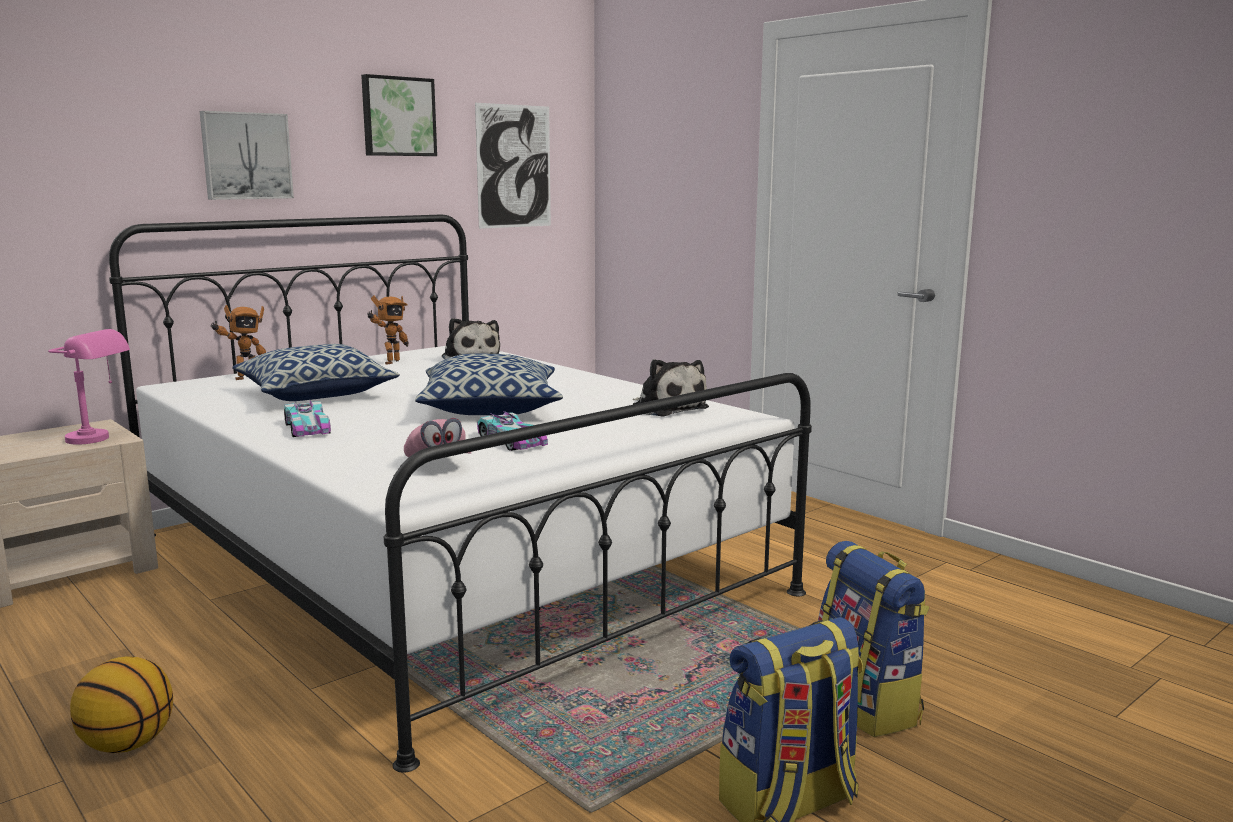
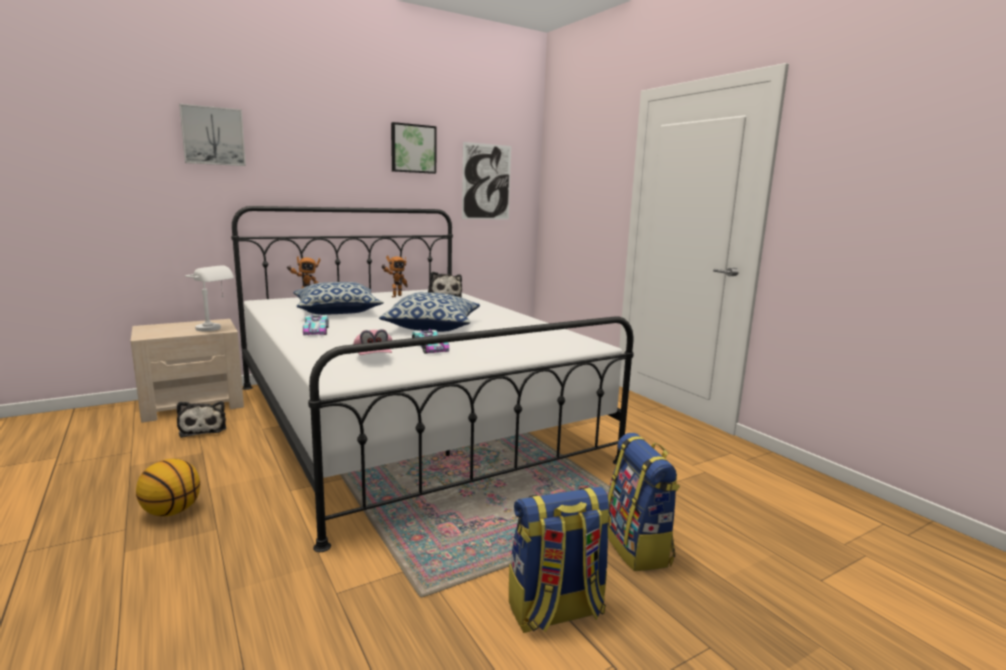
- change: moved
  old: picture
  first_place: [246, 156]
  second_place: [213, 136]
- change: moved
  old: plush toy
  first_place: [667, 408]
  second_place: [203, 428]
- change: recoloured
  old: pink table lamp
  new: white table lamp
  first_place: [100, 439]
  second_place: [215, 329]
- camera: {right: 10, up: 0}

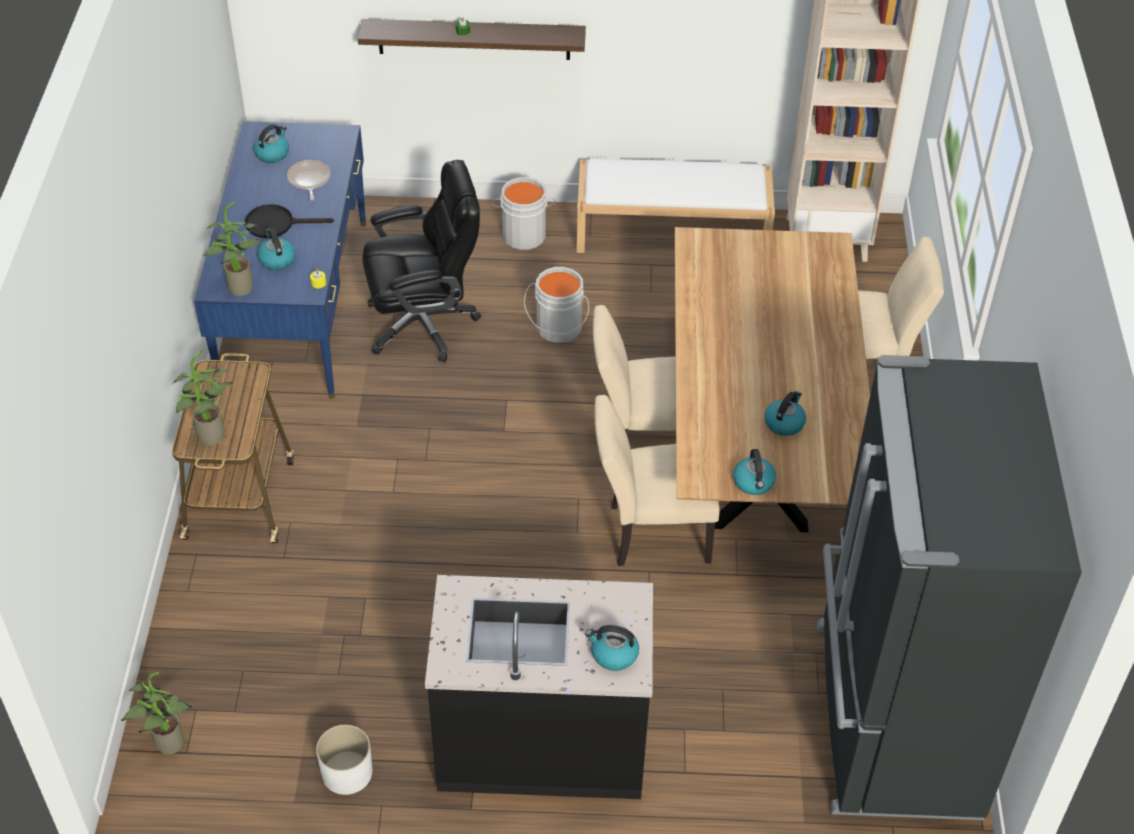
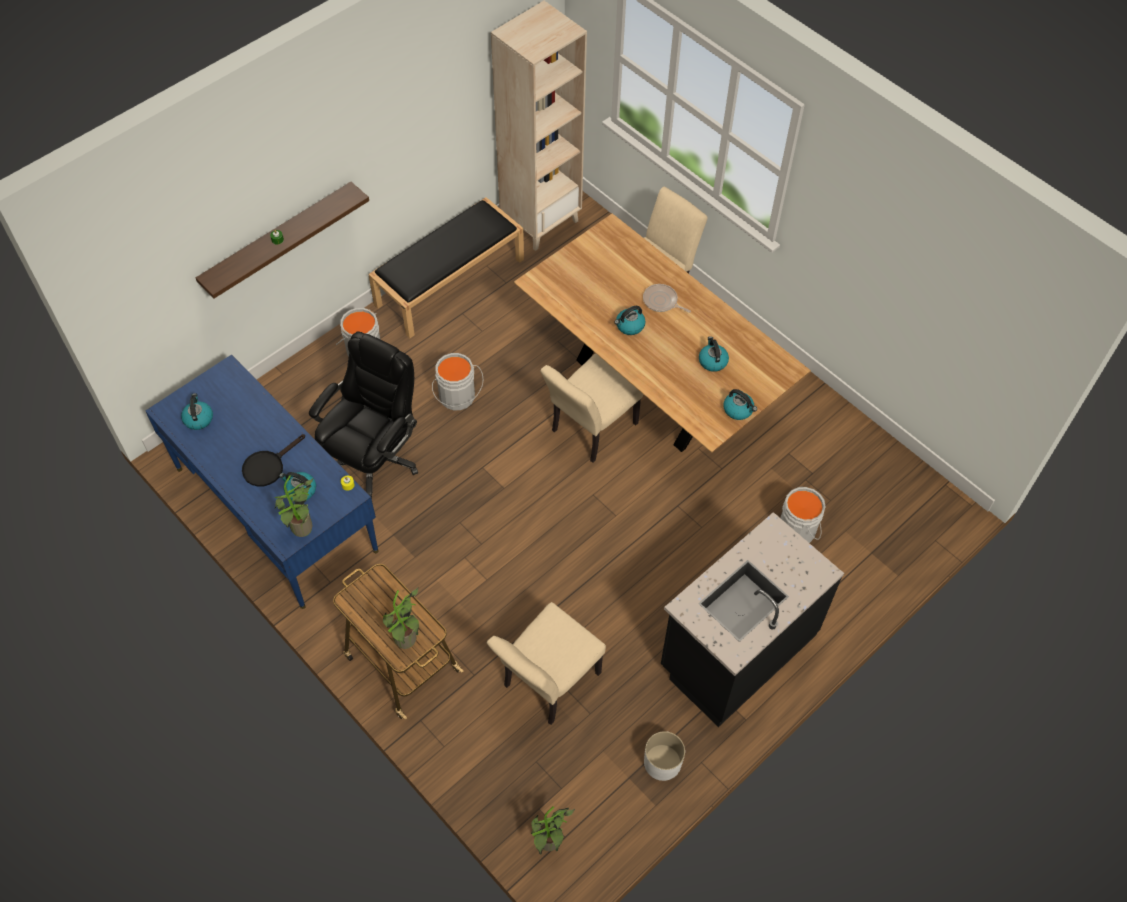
- change: removed
  old: black fridge
  first_place: [892, 719]
- change: added
  new: grey bucket
  second_place: [799, 529]
- change: moved
  old: frying pan
  first_place: [309, 180]
  second_place: [661, 301]
- change: moved
  old: kettle
  first_place: [613, 654]
  second_place: [629, 326]
- change: moved
  old: beige chair
  first_place: [650, 533]
  second_place: [546, 684]
- change: recoloured
  old: white bench
  new: black bench
  first_place: [673, 231]
  second_place: [450, 281]
- camera: {right: -45, up: 10}

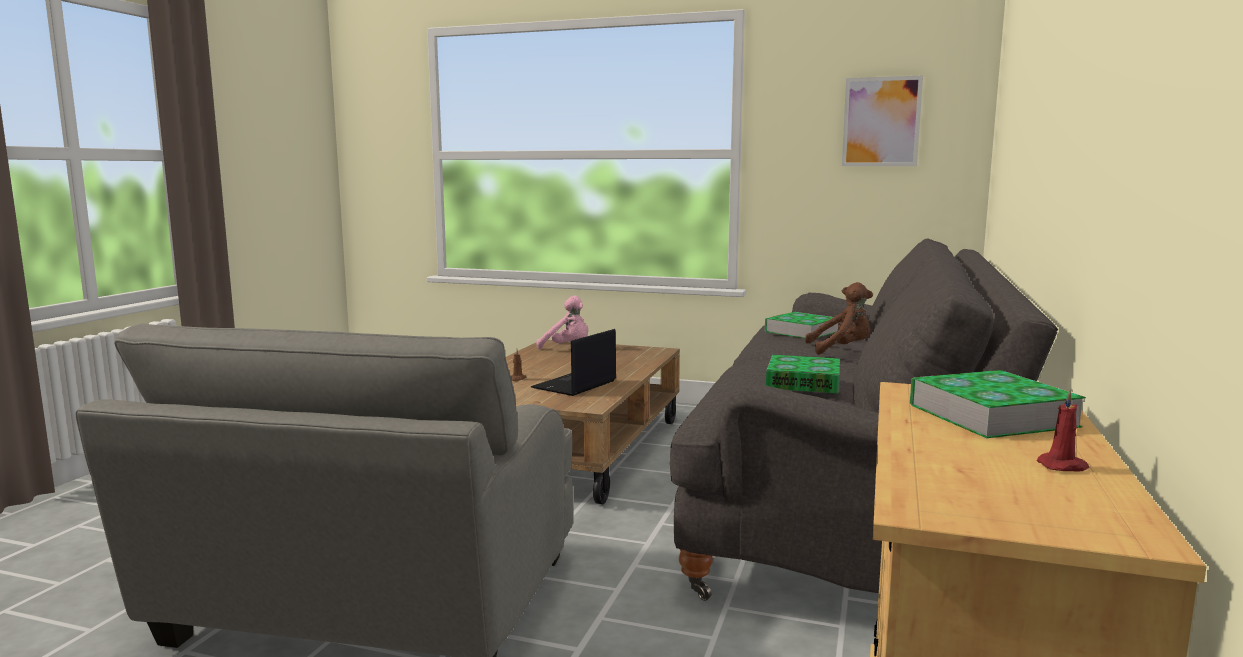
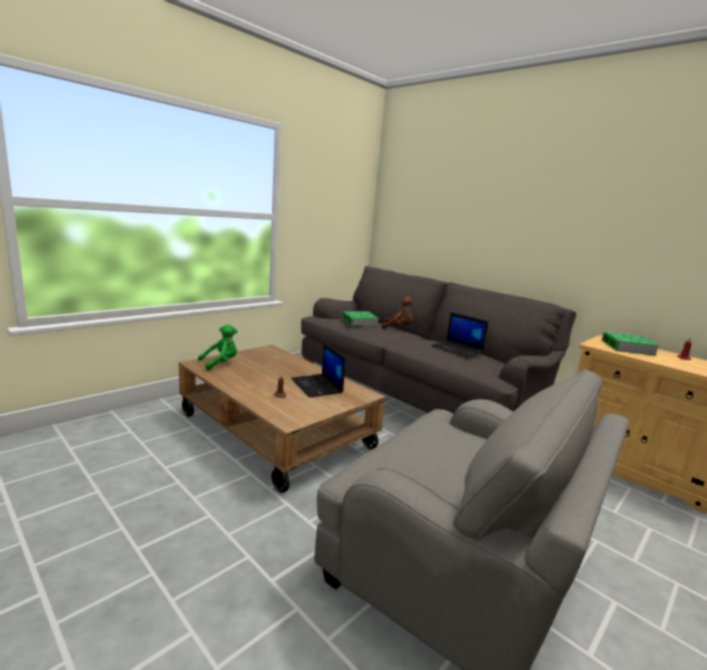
- change: removed
  old: picture
  first_place: [881, 122]
- change: replaced
  old: book
  new: laptop
  first_place: [803, 382]
  second_place: [458, 349]
- change: recoloured
  old: pink plush toy
  new: green plush toy
  first_place: [567, 348]
  second_place: [221, 363]
- change: turned
  old: brown plush toy
  first_place: [841, 349]
  second_place: [398, 328]
  degrees: 75
- camera: {right: -65, up: 5}

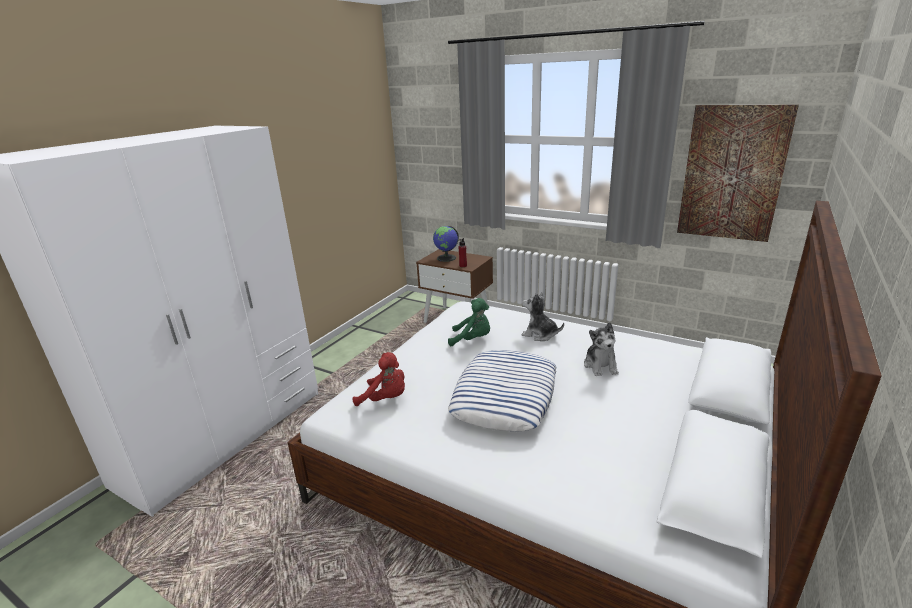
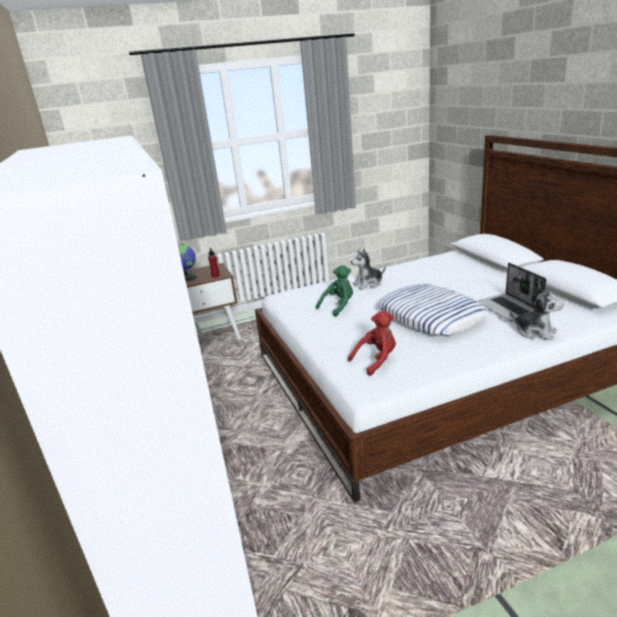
- change: removed
  old: picture
  first_place: [732, 173]
- change: added
  new: laptop
  second_place: [509, 309]
- change: moved
  old: plush toy
  first_place: [600, 366]
  second_place: [535, 332]
- camera: {right: -50, up: 0}

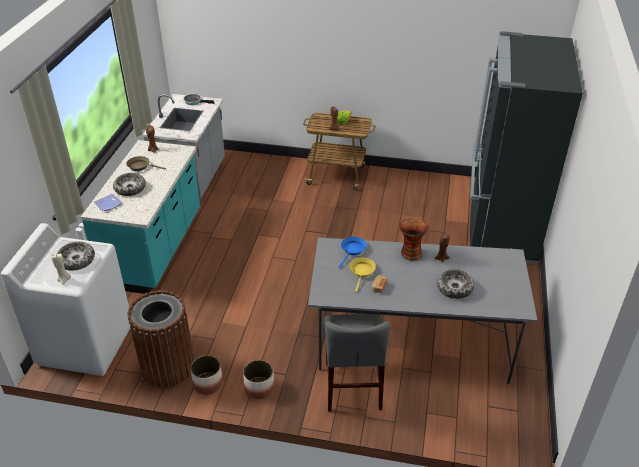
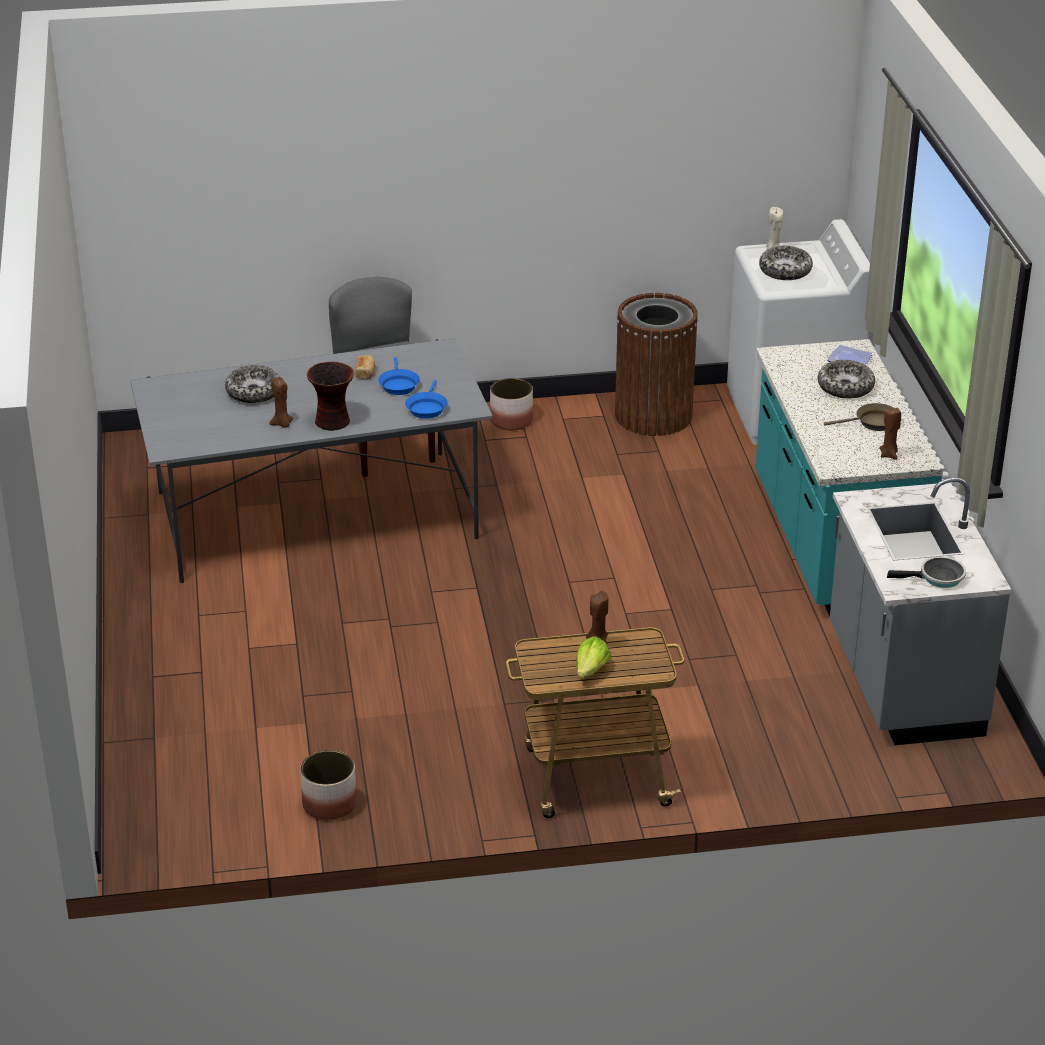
- change: removed
  old: black fridge
  first_place: [499, 227]
- change: moved
  old: planter
  first_place: [208, 383]
  second_place: [329, 803]
- change: recoloured
  old: yellow frying pan
  new: blue frying pan
  first_place: [362, 272]
  second_place: [398, 385]
- camera: {right: 160, up: -5}

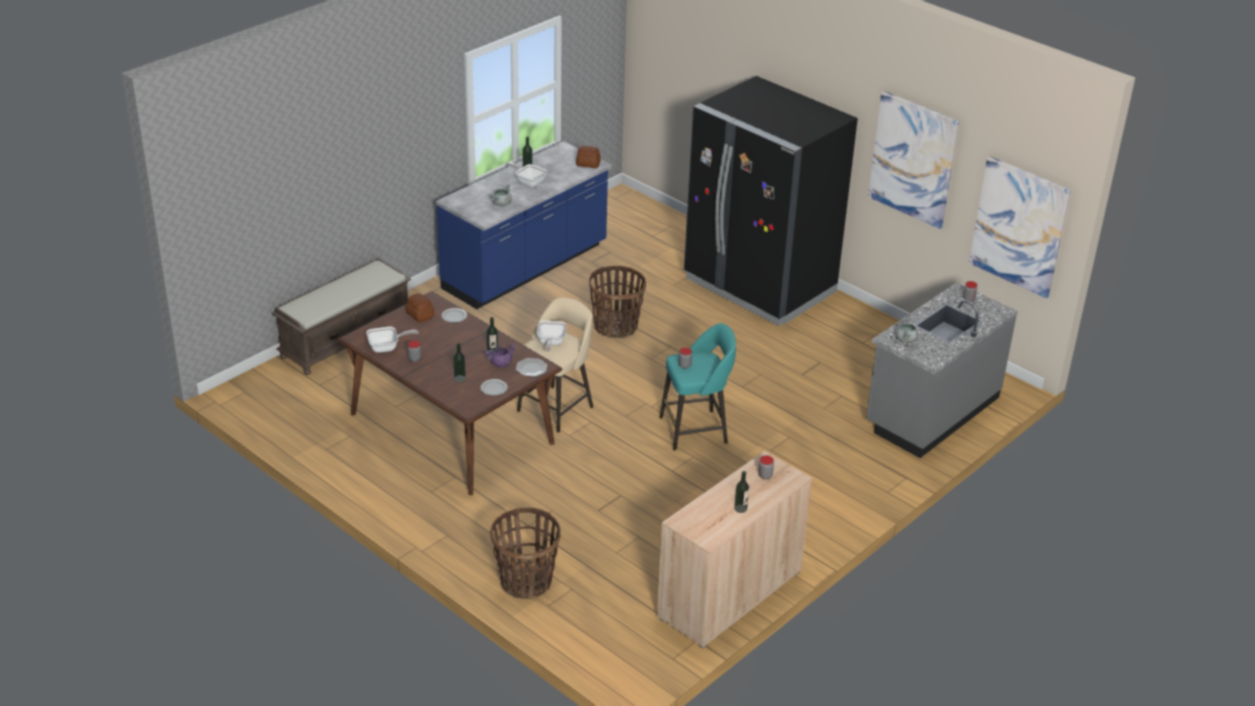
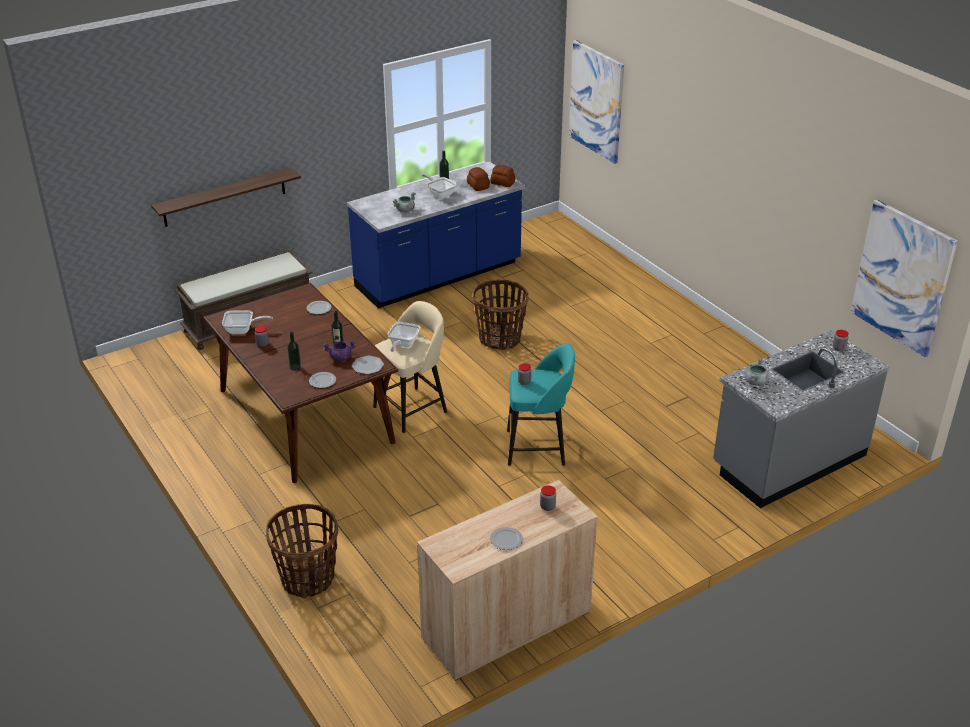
- change: removed
  old: black fridge
  first_place: [759, 286]
- change: added
  new: shelf
  second_place: [224, 197]
- change: moved
  old: bread
  first_place: [420, 315]
  second_place: [478, 186]
- change: moved
  old: picture
  first_place: [913, 159]
  second_place: [596, 101]
- change: replaced
  old: bottle
  new: plate
  first_place: [740, 509]
  second_place: [506, 539]
- camera: {right: 15, up: 0}

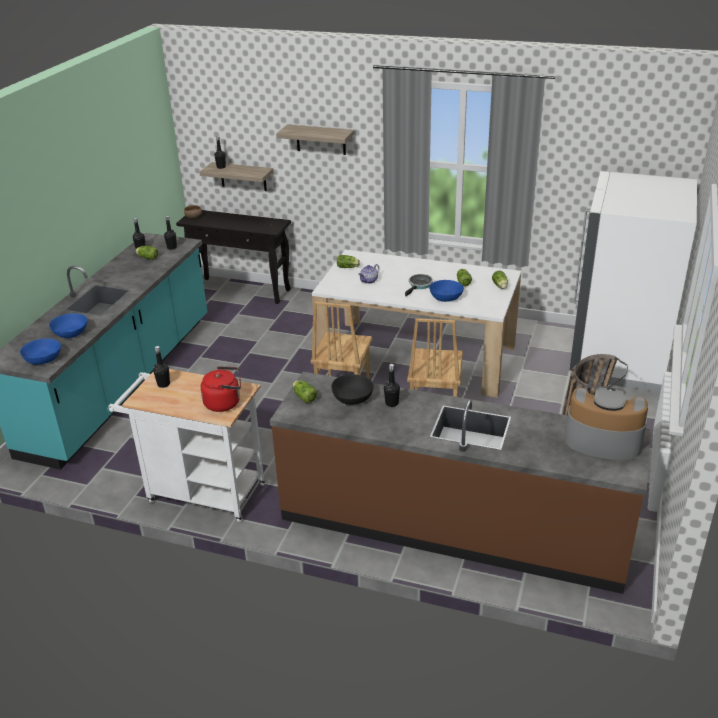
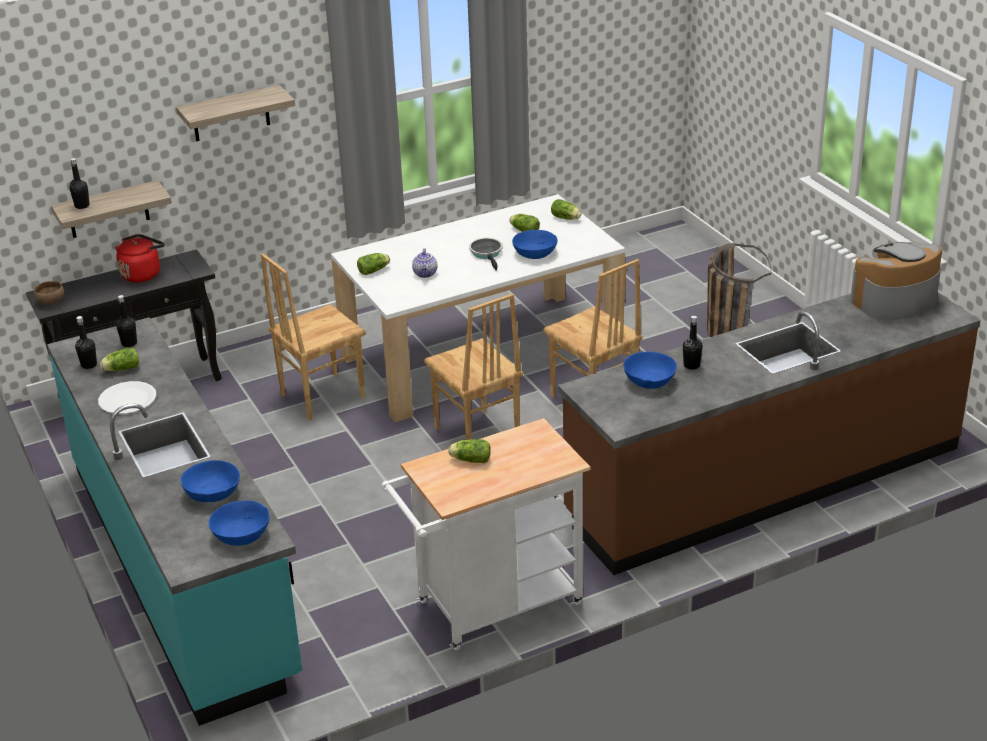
- change: removed
  old: black bottle
  first_place: [163, 384]
- change: removed
  old: white fridge
  first_place: [618, 358]
- change: added
  new: white plate
  second_place: [127, 399]
- change: added
  new: brown chair
  second_place: [321, 396]
- change: moved
  old: red kettle
  first_place: [225, 403]
  second_place: [142, 274]
- change: moved
  old: lettuce
  first_place: [304, 396]
  second_place: [469, 460]
- change: recoloured
  old: black bowl
  new: blue bowl
  first_place: [353, 397]
  second_place: [650, 380]
- camera: {right: -45, up: 0}

